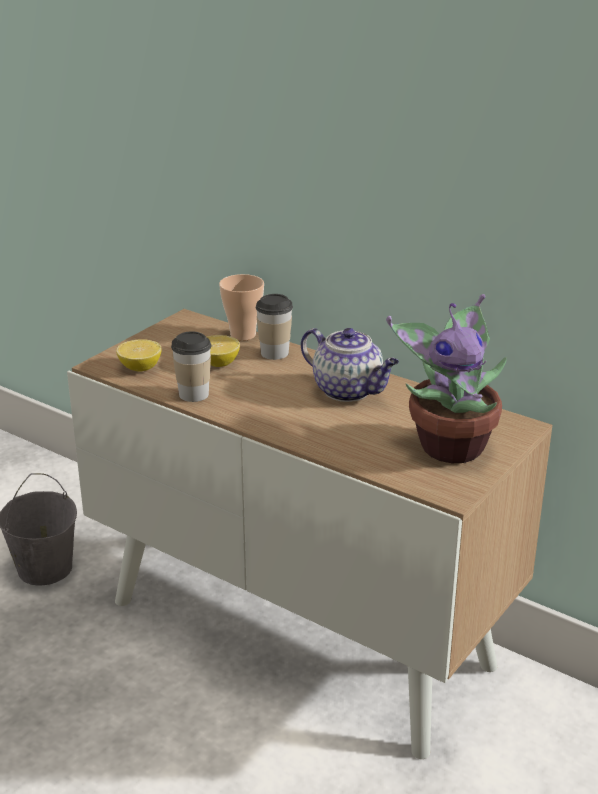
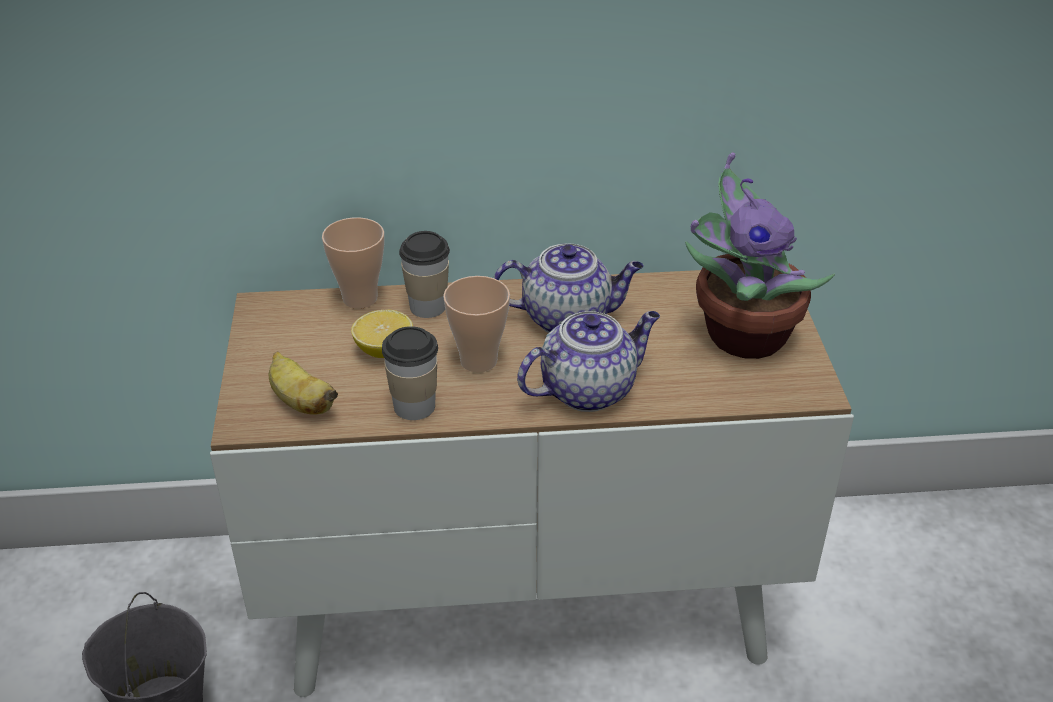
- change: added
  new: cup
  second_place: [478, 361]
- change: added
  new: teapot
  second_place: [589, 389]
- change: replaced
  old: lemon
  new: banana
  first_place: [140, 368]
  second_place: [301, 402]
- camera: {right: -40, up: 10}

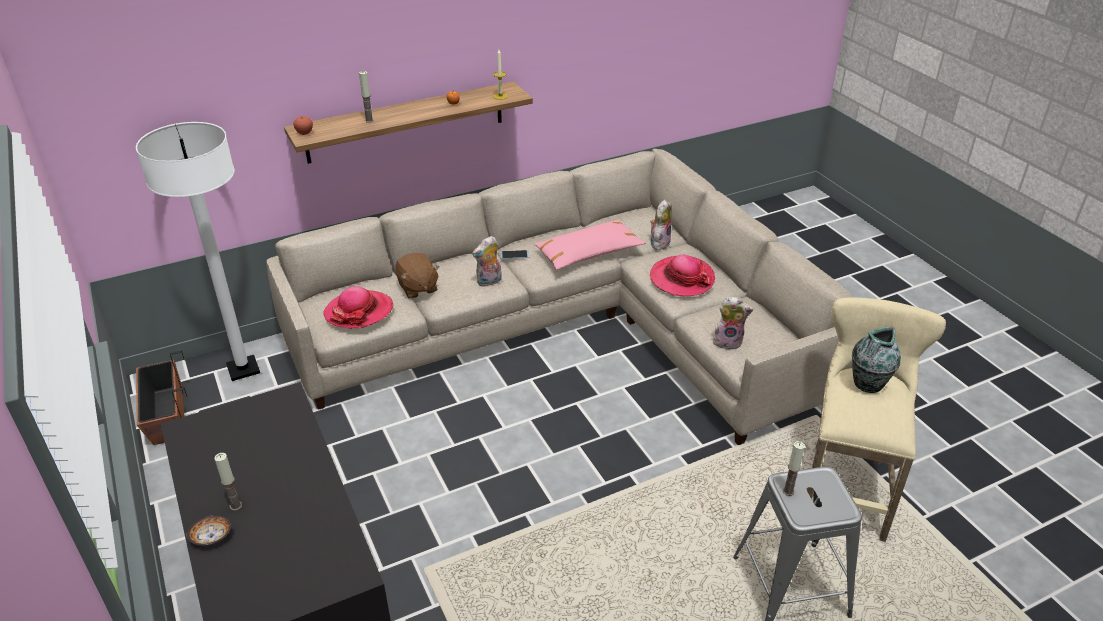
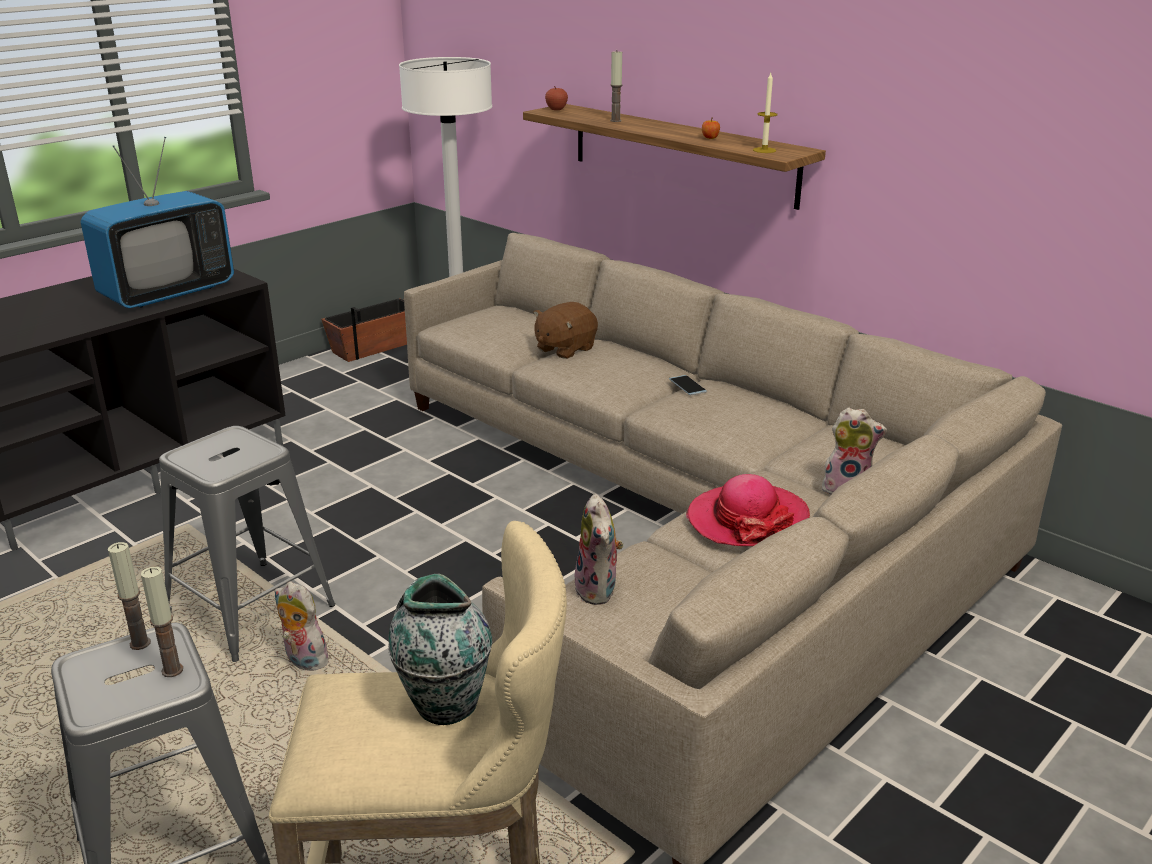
- change: removed
  old: bowl
  first_place: [211, 537]
- change: removed
  old: hat
  first_place: [359, 312]
- change: removed
  old: pink pillow
  first_place: [588, 253]
- change: added
  new: television
  second_place: [167, 293]
- change: added
  new: grey stool
  second_place: [250, 610]
- change: moved
  old: candle
  first_place: [236, 506]
  second_place: [172, 670]
- change: moved
  old: plush toy
  first_place: [489, 282]
  second_place: [303, 661]
- camera: {right: 70, up: -10}

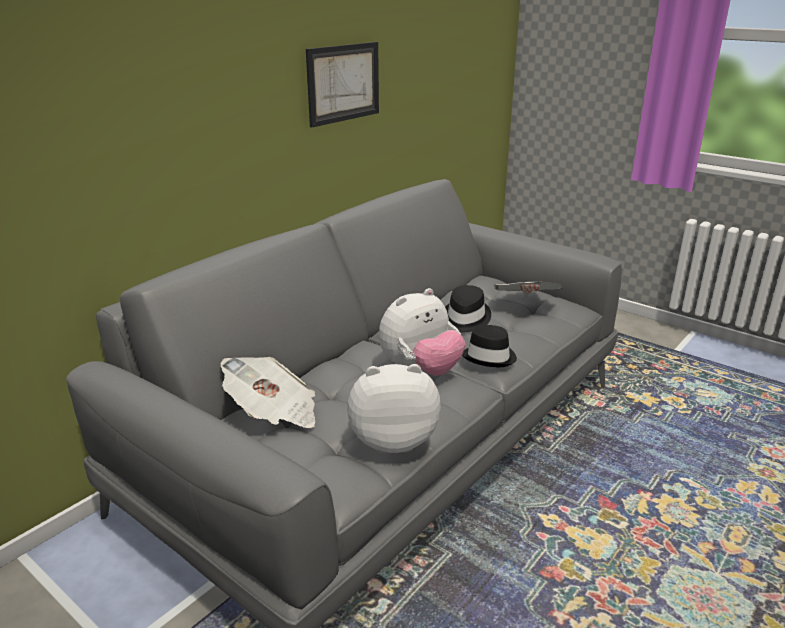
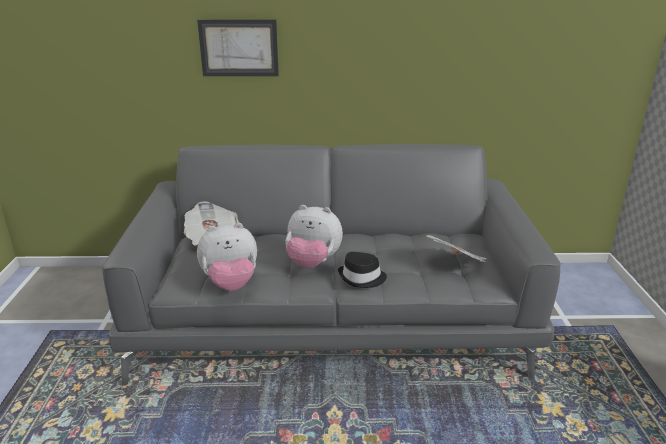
- change: removed
  old: black hat
  first_place: [464, 318]
- change: moved
  old: picture
  first_place: [343, 83]
  second_place: [239, 48]
- change: turned
  old: plush toy
  first_place: [392, 440]
  second_place: [231, 284]
  degrees: 120
- camera: {right: 50, up: 0}

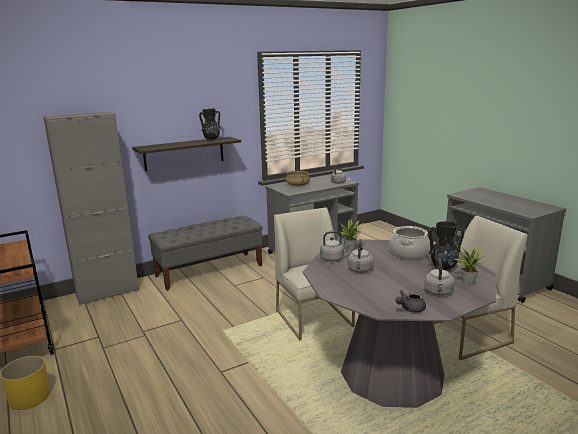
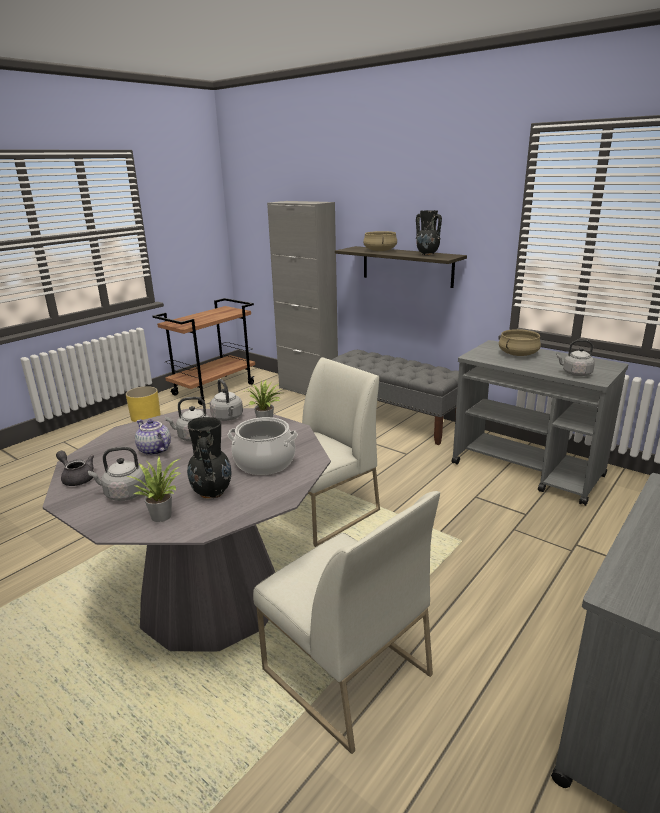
- change: added
  new: teapot
  second_place: [153, 450]
- change: added
  new: beige cooking pot
  second_place: [380, 251]
- camera: {right: 70, up: 5}

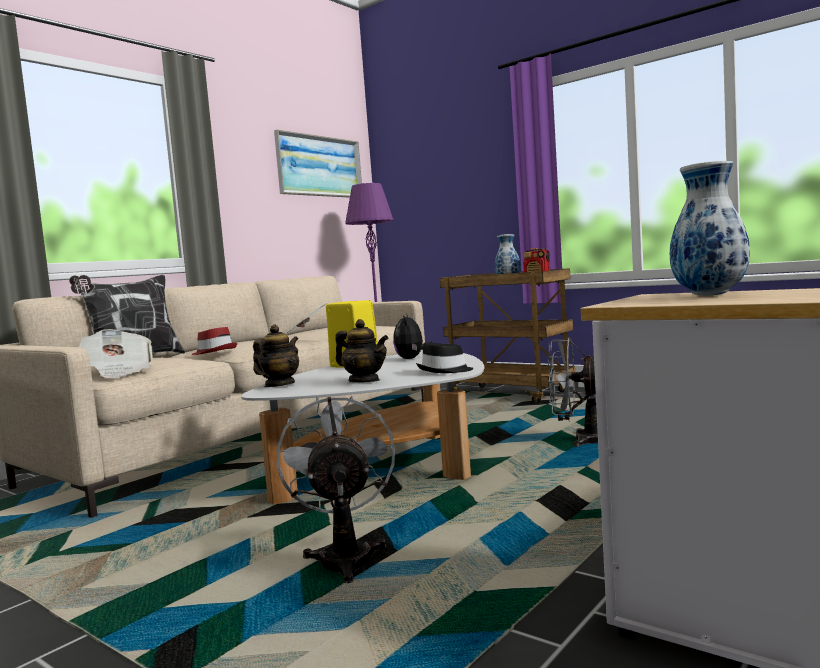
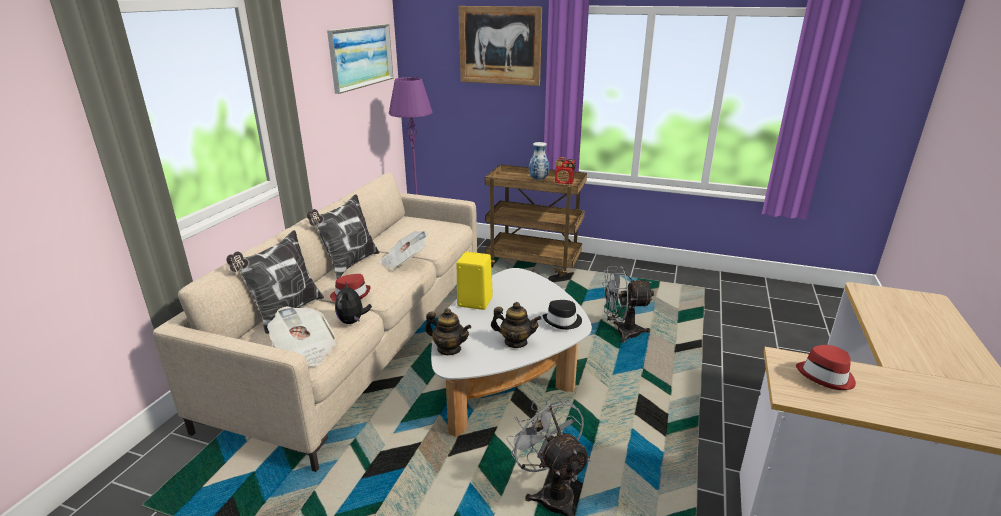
- change: added
  new: pillow
  second_place: [349, 264]
- change: added
  new: picture
  second_place: [500, 45]
- change: moved
  old: plush toy
  first_place: [411, 358]
  second_place: [353, 321]
- change: replaced
  old: vase
  new: red hat
  first_place: [711, 295]
  second_place: [826, 376]
- change: turned
  old: teapot
  first_place: [279, 385]
  second_place: [449, 349]
  degrees: 105
- camera: {right: -20, up: 20}

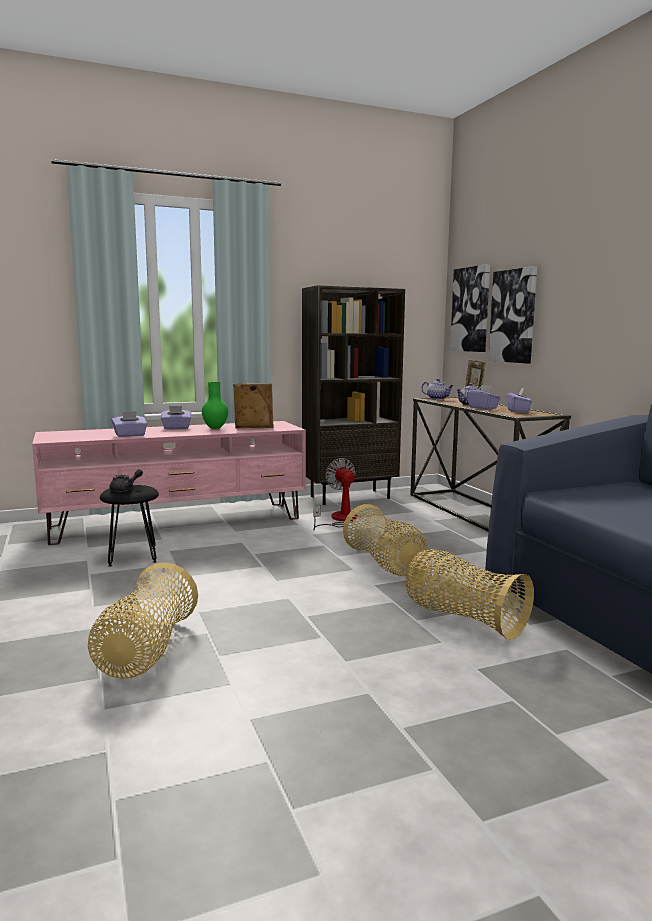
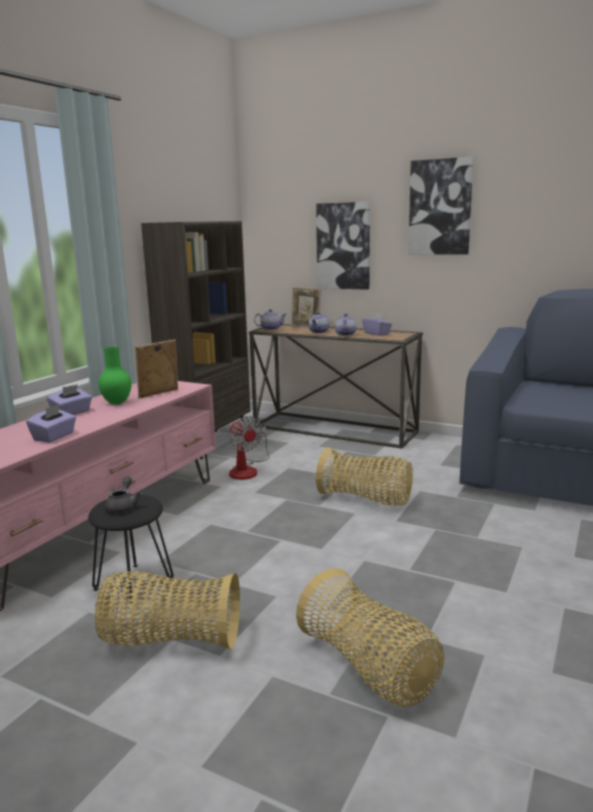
- change: moved
  old: basket
  first_place: [463, 618]
  second_place: [170, 639]
- change: moved
  old: picture
  first_place: [471, 309]
  second_place: [440, 207]
- change: replaced
  old: purple tissue box
  new: teapot
  first_place: [483, 408]
  second_place: [345, 334]
- change: turned
  old: fan
  first_place: [339, 520]
  second_place: [247, 470]
  degrees: -150
- camera: {right: -40, up: 5}

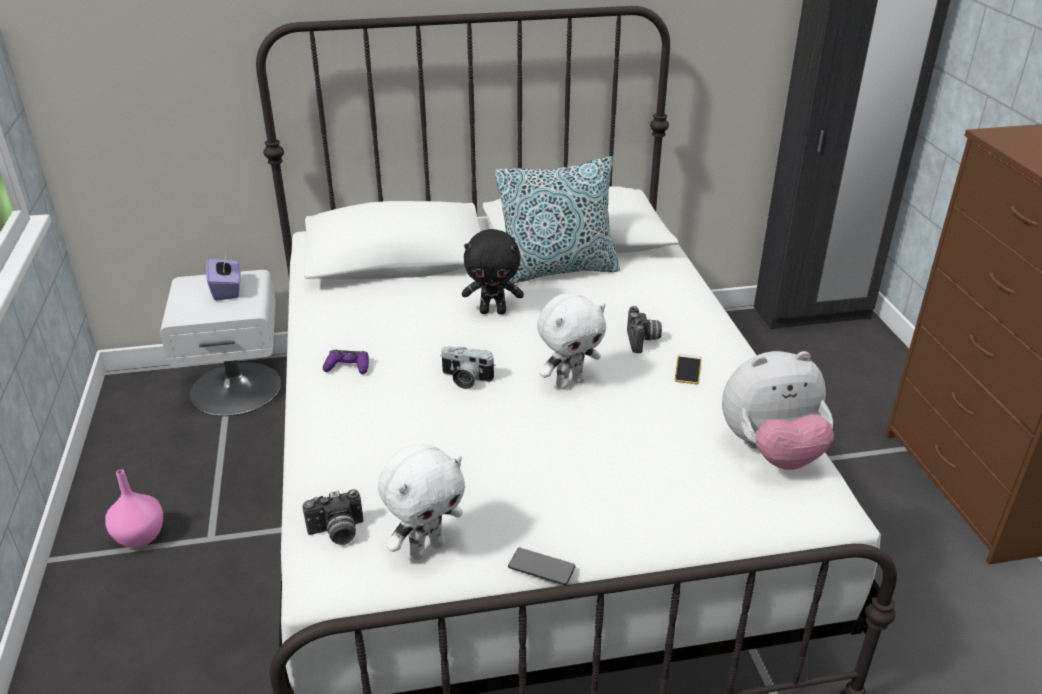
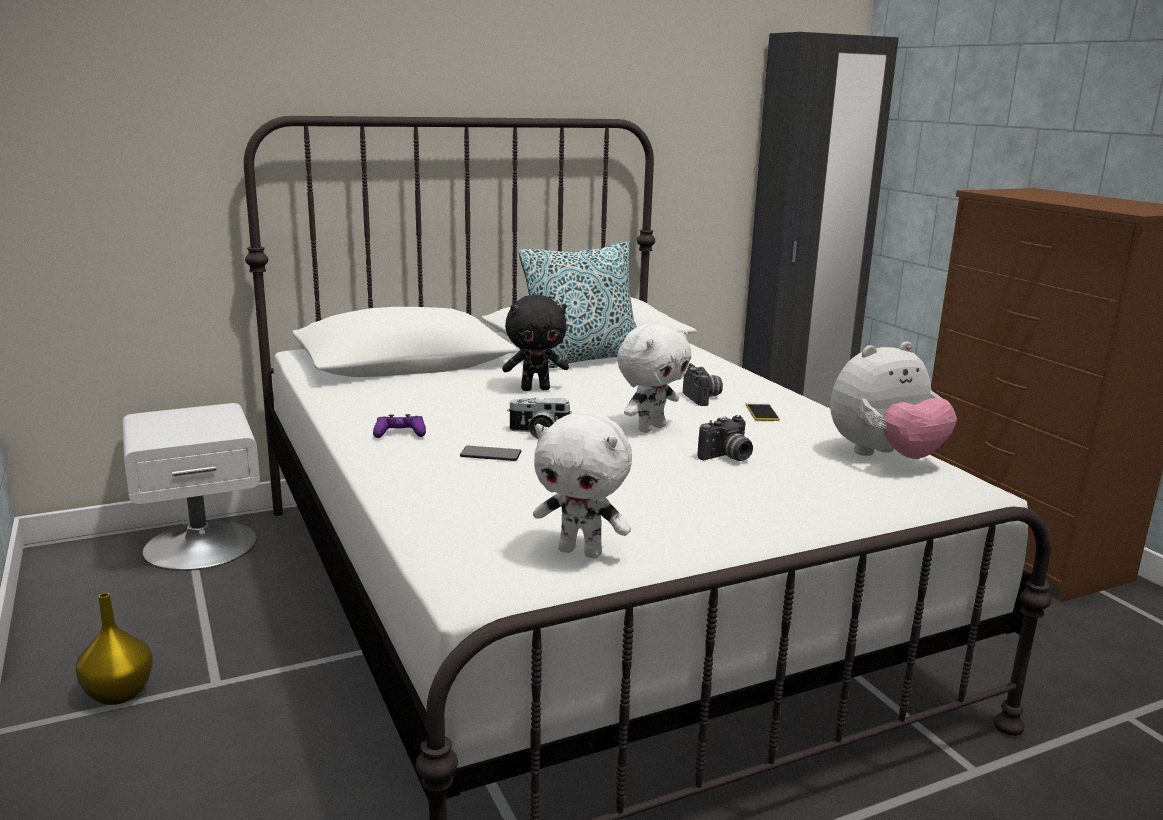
- change: removed
  old: purple tissue box
  first_place: [227, 290]
- change: moved
  old: photo camera
  first_place: [337, 533]
  second_place: [727, 457]
- change: moved
  old: phone
  first_place: [541, 567]
  second_place: [490, 455]
- change: recoloured
  old: pink vase
  new: yellow vase
  first_place: [140, 536]
  second_place: [119, 693]
- change: turned
  old: white plush toy
  first_place: [426, 548]
  second_place: [581, 552]
  degrees: 75
- camera: {right: -15, up: -15}

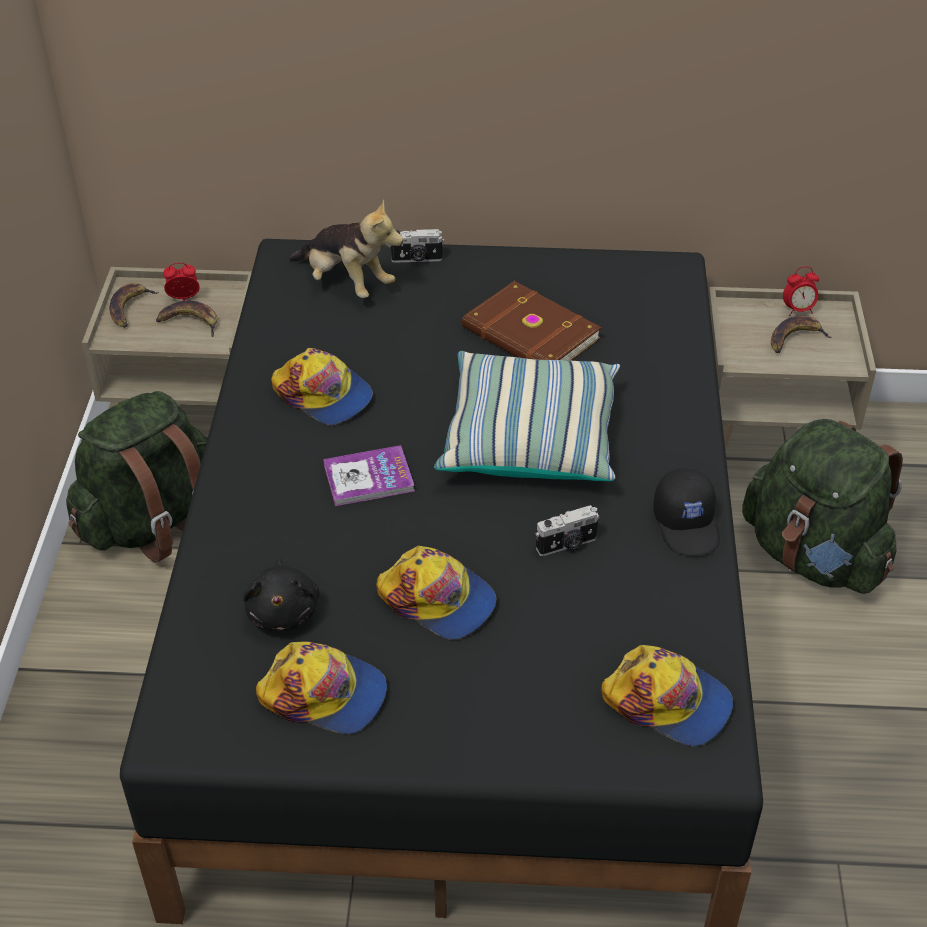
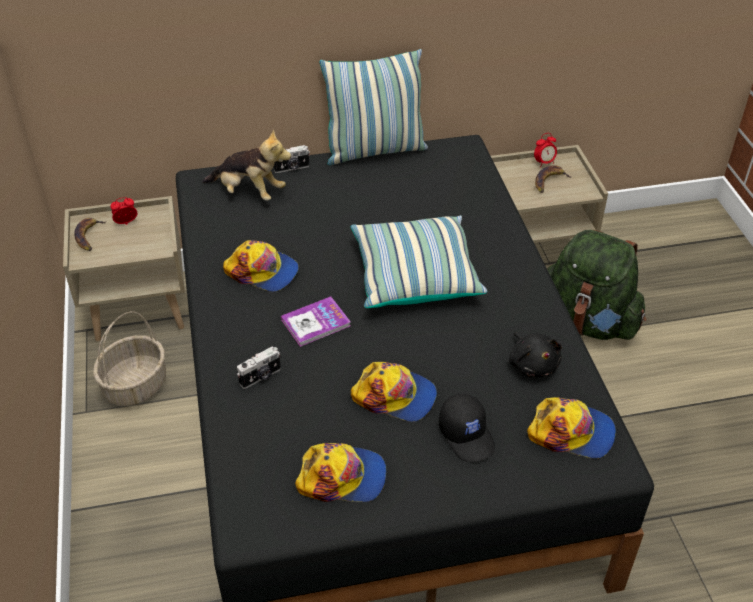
- change: removed
  old: banana
  first_place: [190, 322]
- change: removed
  old: brown book
  first_place: [530, 335]
- change: added
  new: pillow
  second_place: [375, 150]
- change: moved
  old: black plush toy
  first_place: [283, 610]
  second_place: [532, 364]
- change: moved
  old: photo camera
  first_place: [567, 545]
  second_place: [261, 377]
- change: moved
  old: black cap
  first_place: [687, 524]
  second_place: [467, 435]
- change: replaced
  old: green backpack
  new: basket
  first_place: [152, 522]
  second_place: [135, 386]
- camera: {right: -15, up: 0}

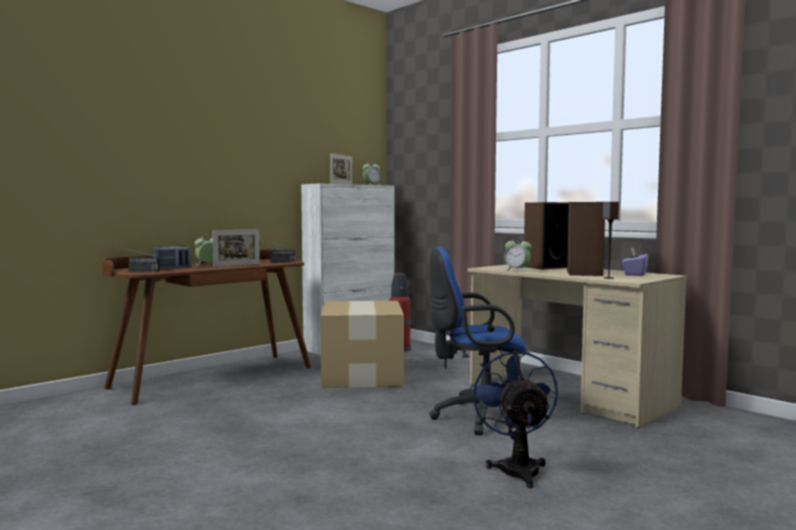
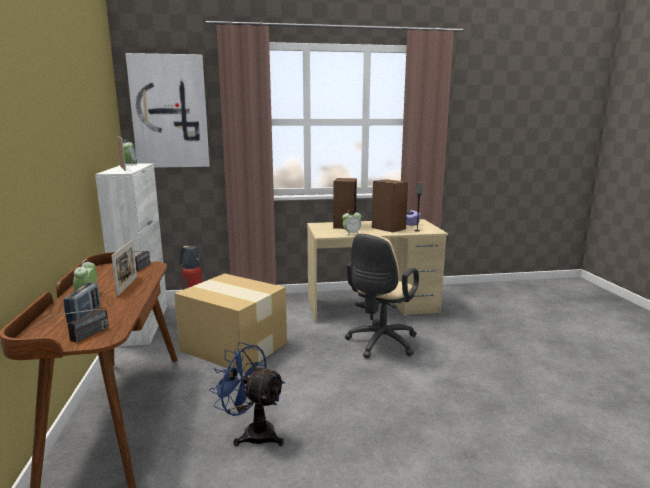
- change: added
  new: picture
  second_place: [169, 112]
- change: moved
  old: blue fan
  first_place: [516, 468]
  second_place: [253, 433]
- change: recoloured
  old: blue office chair
  new: beige office chair
  first_place: [478, 417]
  second_place: [380, 344]
- camera: {right: -55, up: 10}

